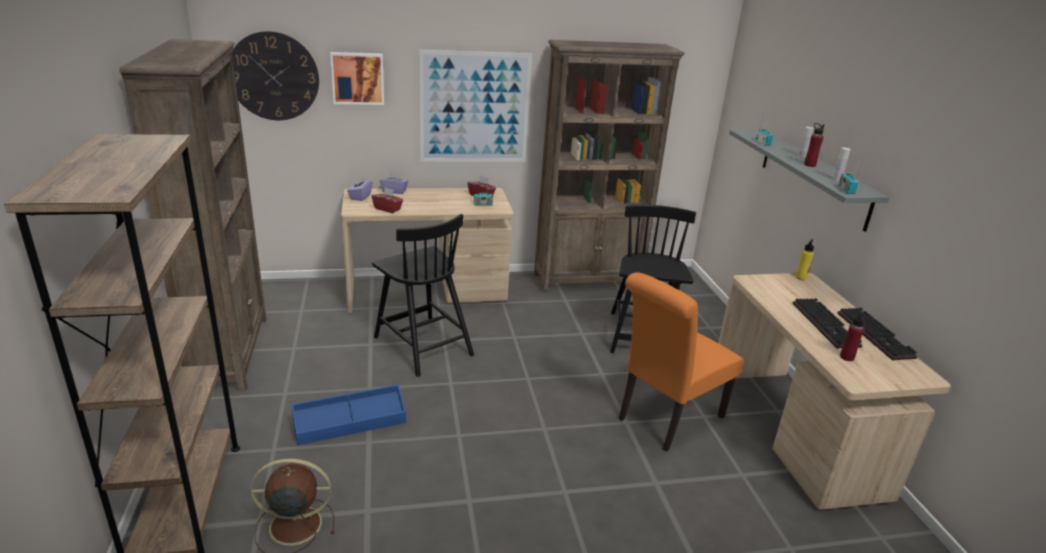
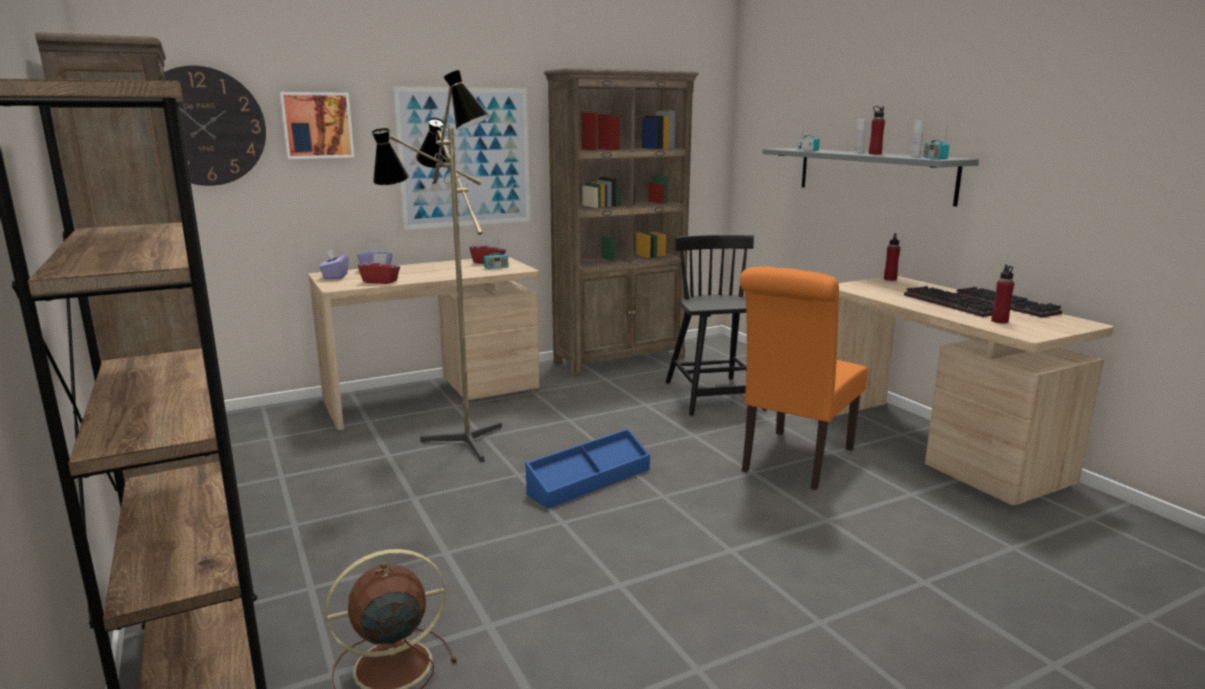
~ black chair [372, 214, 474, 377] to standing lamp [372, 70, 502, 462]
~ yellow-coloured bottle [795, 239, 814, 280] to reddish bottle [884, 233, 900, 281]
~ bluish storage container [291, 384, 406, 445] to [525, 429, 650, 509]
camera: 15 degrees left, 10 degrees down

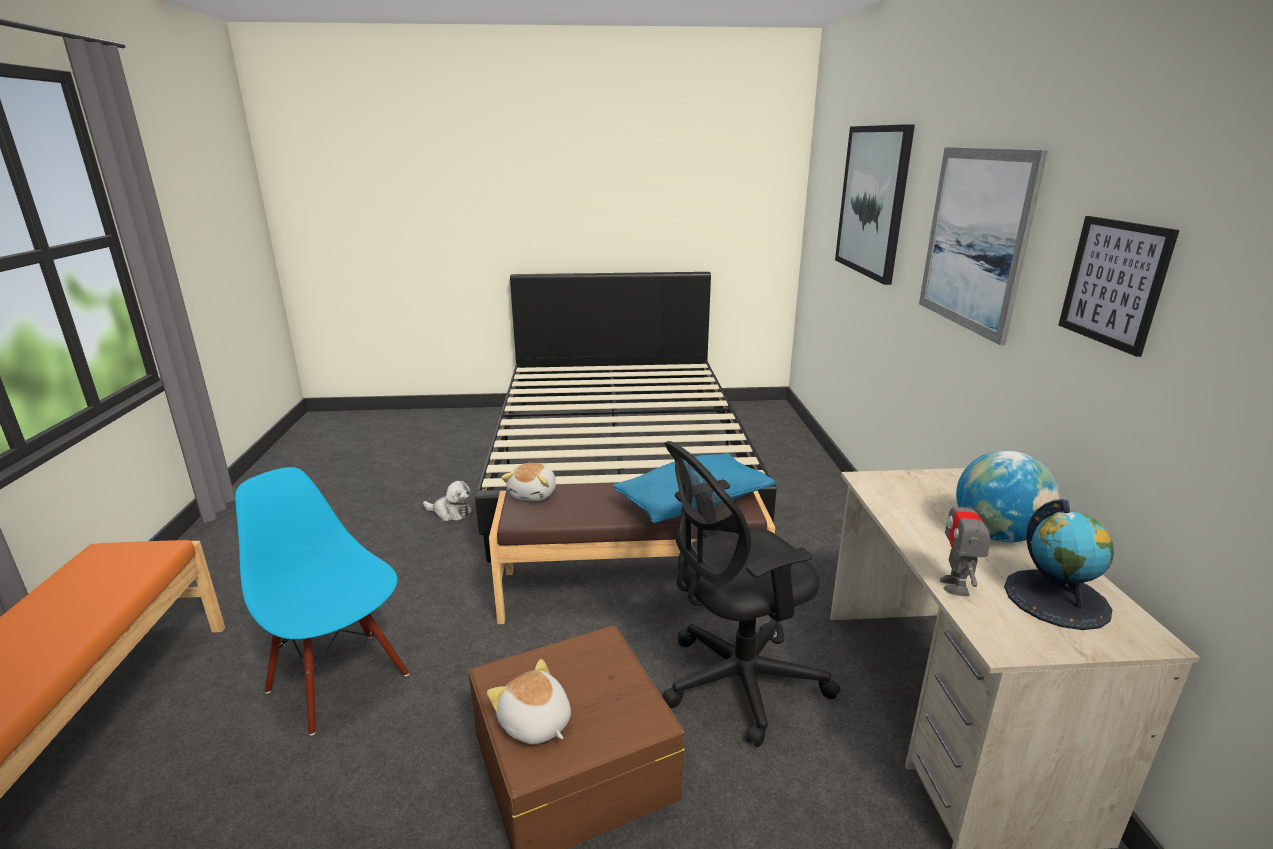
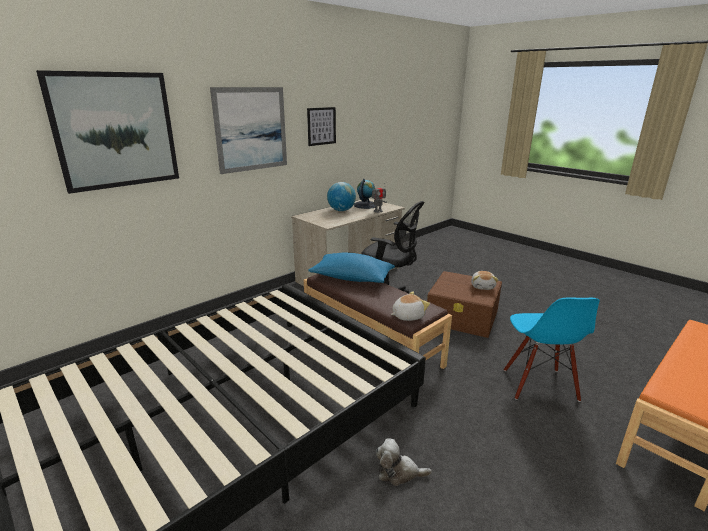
~ soft toy [423, 481, 472, 522] = [376, 438, 432, 486] 60 degrees counterclockwise
camera: 130 degrees left, 0 degrees up

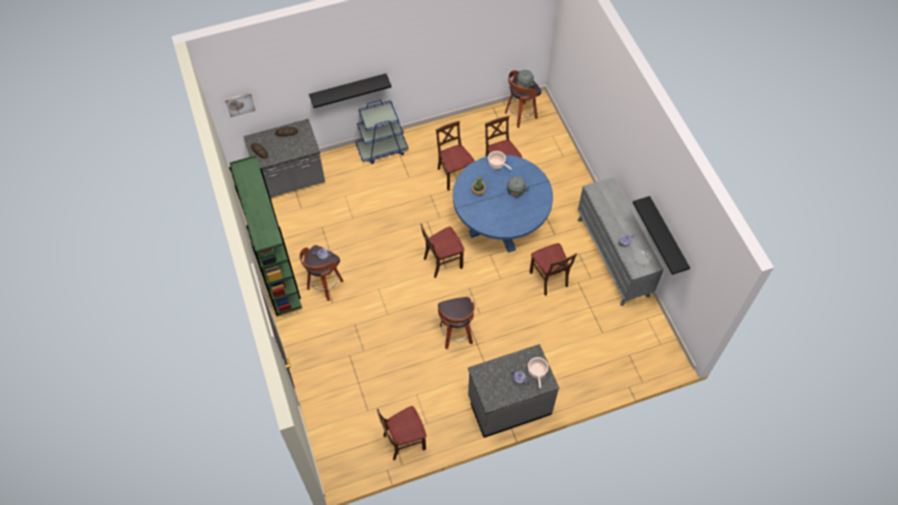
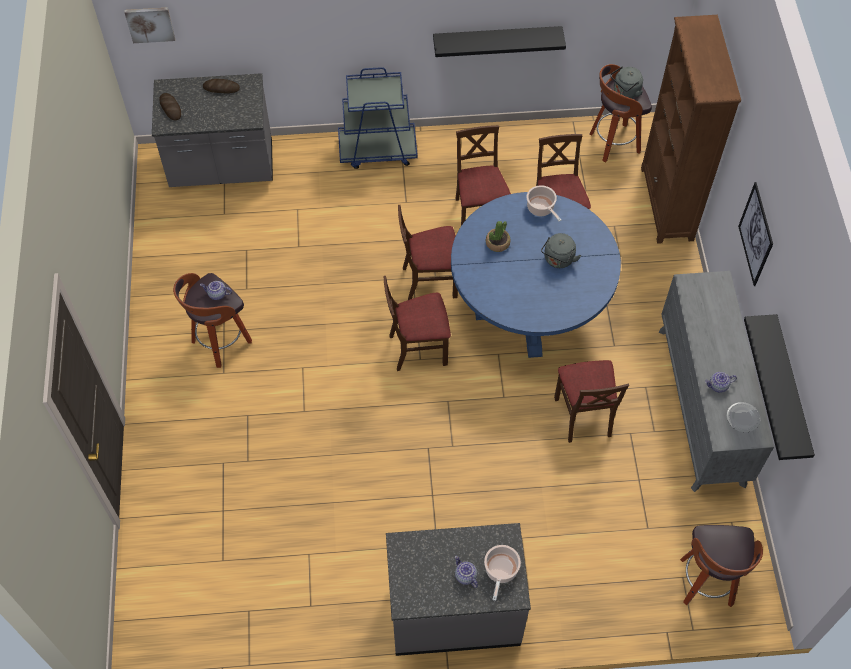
~ black shelf [309, 73, 392, 108] to [433, 26, 566, 57]
- greenish shelving unit [229, 155, 302, 316]
~ sitting stool [438, 297, 475, 349] to [680, 525, 763, 607]
~ brown-coloured chair [377, 406, 427, 460] to [398, 205, 458, 300]
+ brown-coloured shelving unit [641, 15, 741, 244]
+ picture [738, 182, 773, 286]
camera: 15 degrees right, 0 degrees up

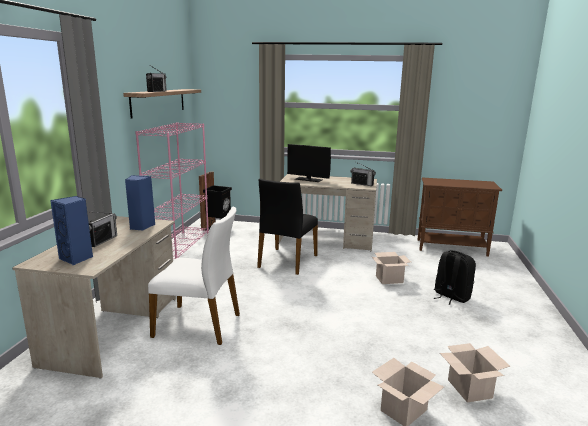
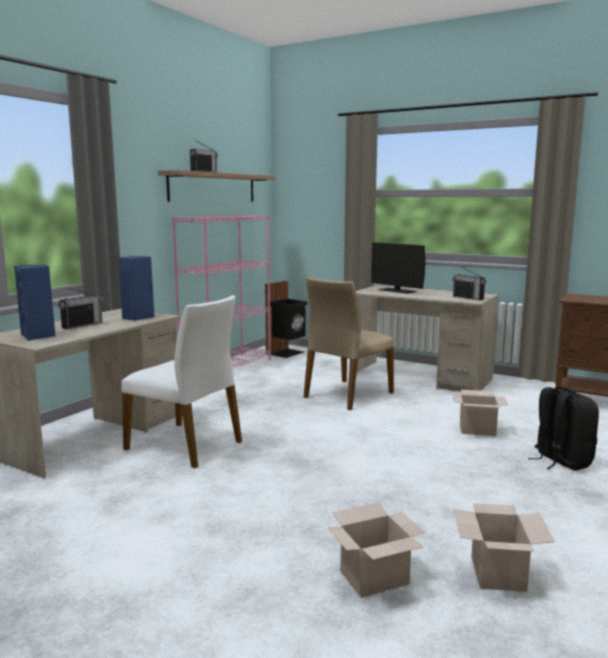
~ black chair [257, 179, 318, 275] to beige-coloured chair [303, 277, 394, 410]
camera: 20 degrees right, 5 degrees down

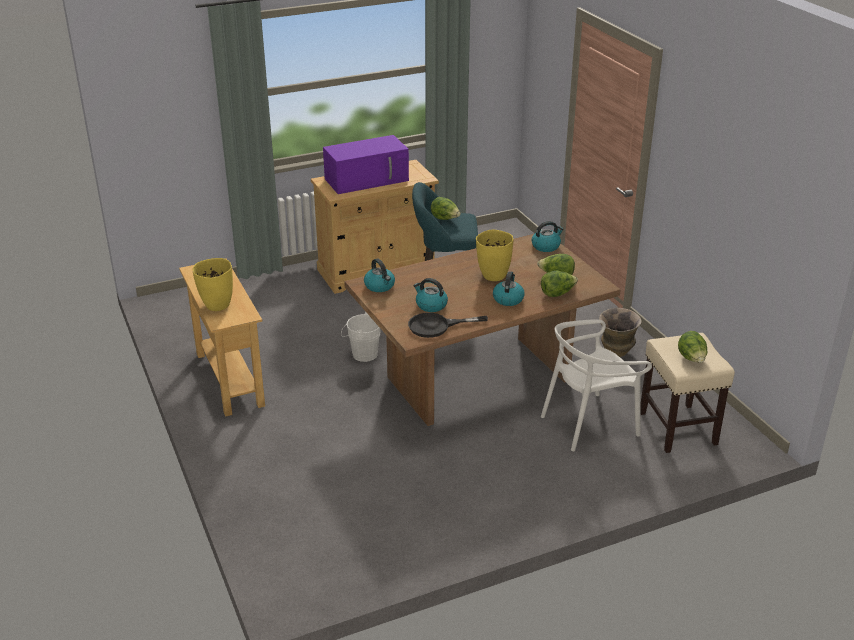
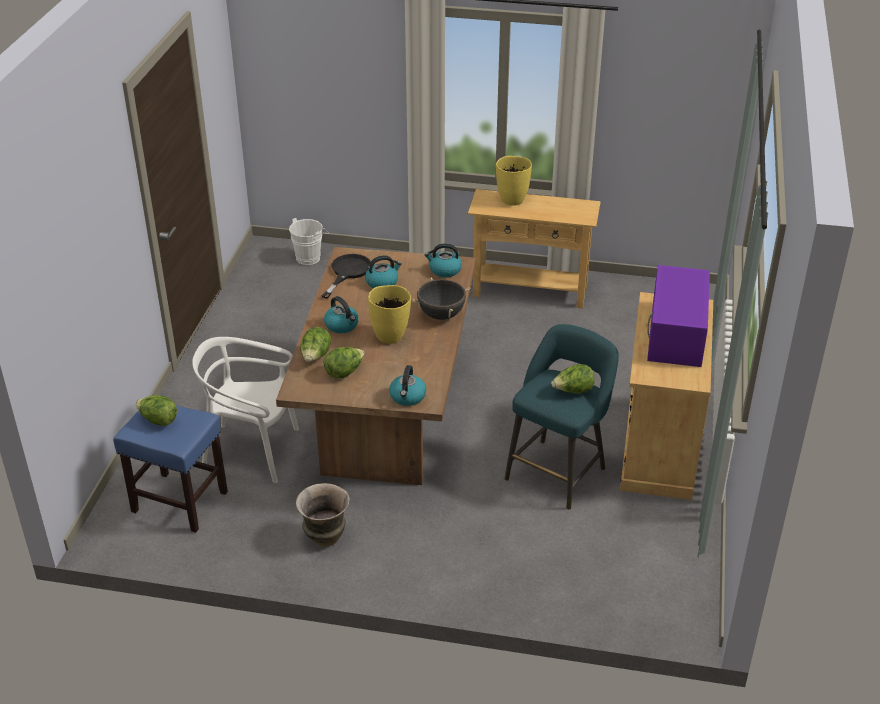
~ white-coloured water bucket [341, 311, 381, 362] to [289, 218, 329, 265]
~ white-coloured chair [541, 319, 652, 451] = [192, 337, 299, 483] 90 degrees counterclockwise
~ beige-coloured sitting stool [640, 333, 735, 453] to bluish sitting stool [113, 405, 228, 533]
+ black cooking pot [413, 278, 470, 320]
camera: 125 degrees right, 5 degrees up

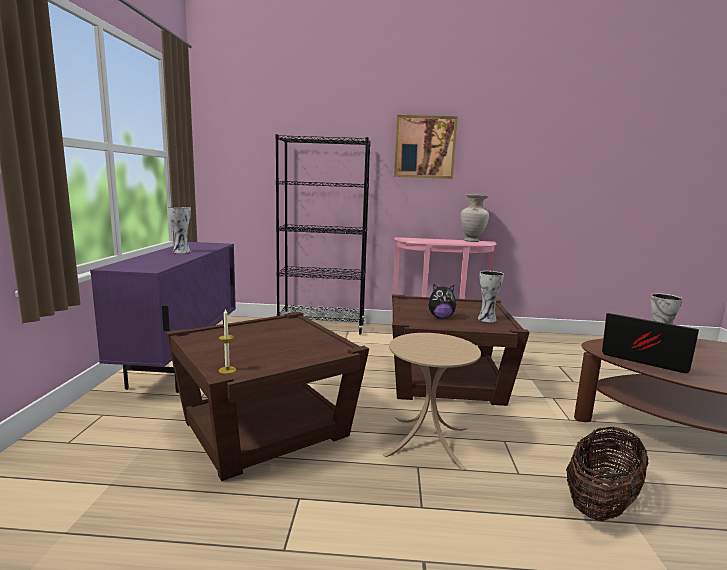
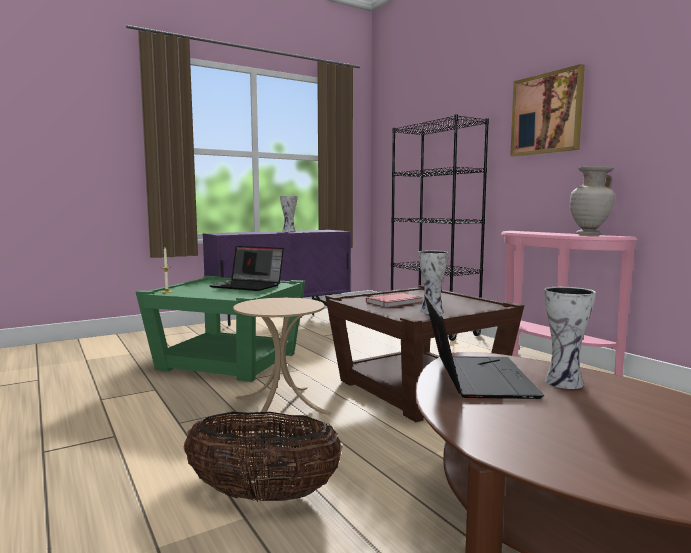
~ soft toy [429, 284, 456, 318] to reddish book [366, 293, 423, 308]
~ brown-coloured side table [166, 312, 369, 481] to greenish side table [135, 276, 305, 382]
+ portable computer [209, 246, 284, 291]
camera: 55 degrees right, 5 degrees down

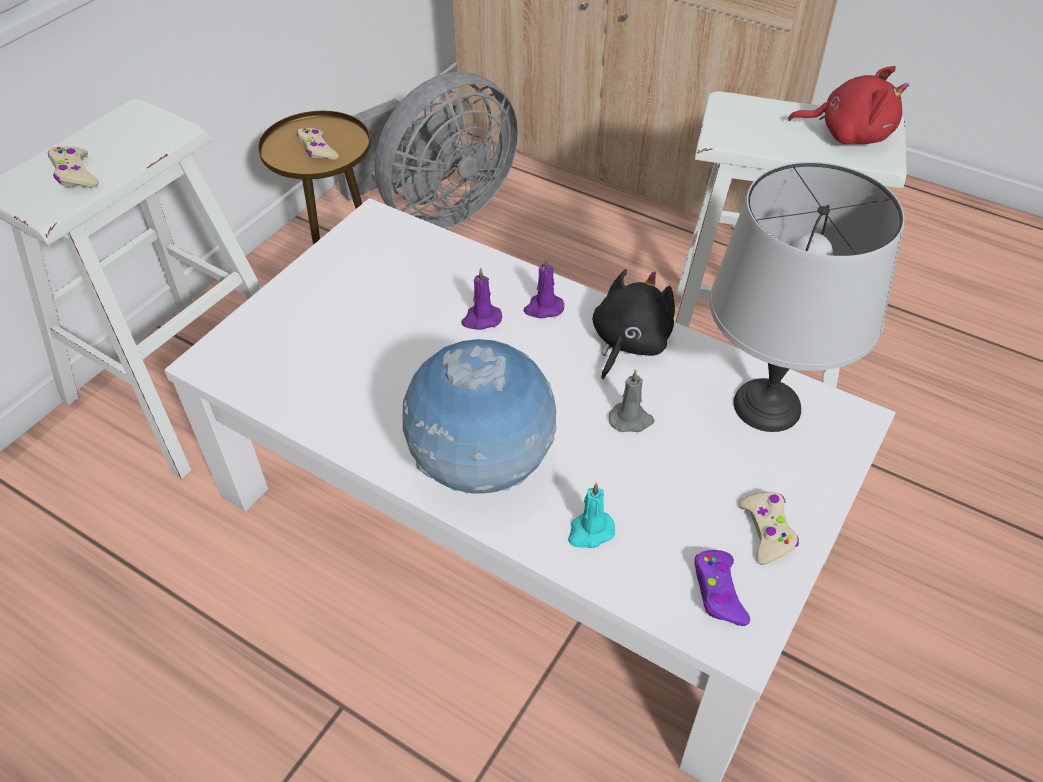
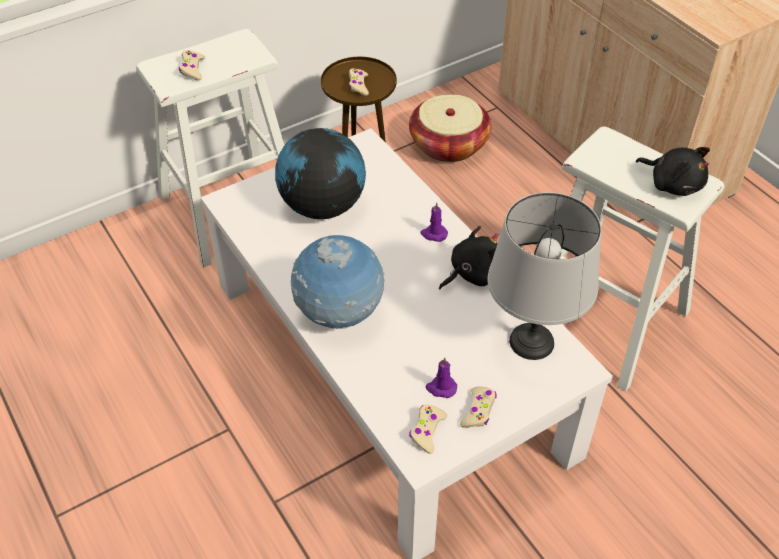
~ reddish soft toy [788, 66, 909, 144] to black soft toy [636, 147, 710, 196]
~ greyish electric fan [338, 72, 519, 229] to household basket [409, 94, 491, 162]
~ purple candle [461, 268, 502, 330] to [425, 357, 457, 398]
- greyish candle [609, 370, 655, 432]
- blue-green candle [568, 483, 615, 548]
~ purple game controller [694, 550, 750, 626] to beige-coloured game controller [409, 404, 447, 454]
+ globe [275, 128, 366, 219]
camera: 25 degrees right, 0 degrees up

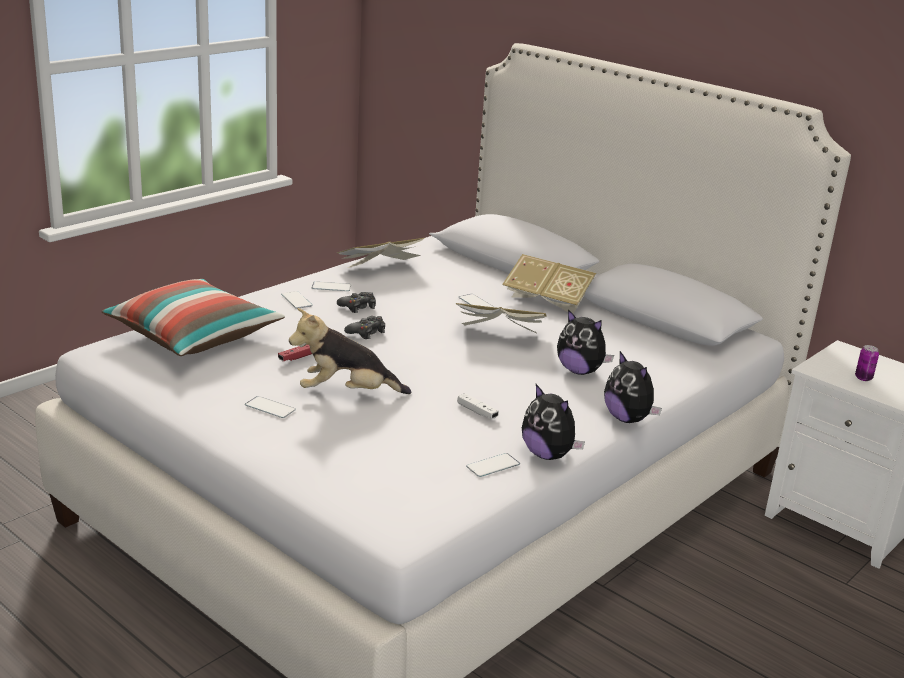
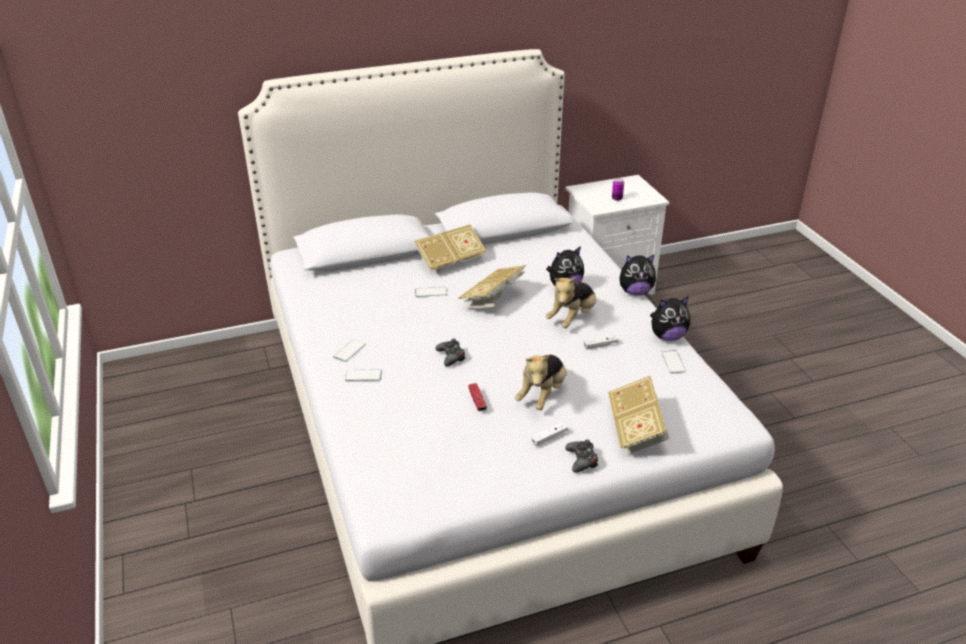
~ book [337, 238, 424, 268] to [608, 376, 670, 454]
- pillow [101, 279, 285, 356]
~ black game controller [337, 292, 376, 313] to [565, 439, 598, 473]
~ telephone [245, 396, 296, 418] to white-coloured game controller [531, 422, 568, 446]
+ soft toy [545, 277, 596, 328]
camera: 60 degrees left, 10 degrees up

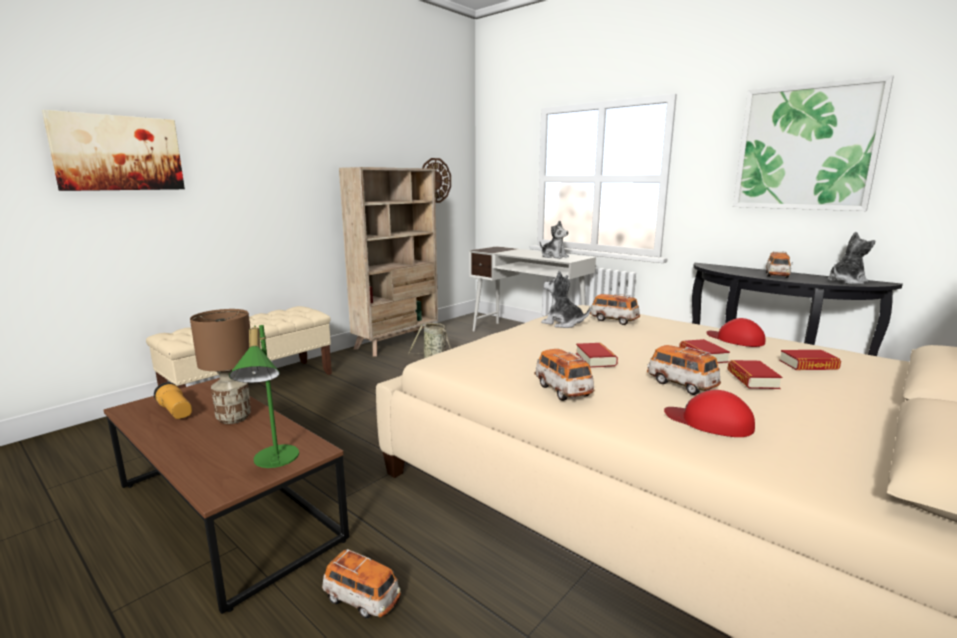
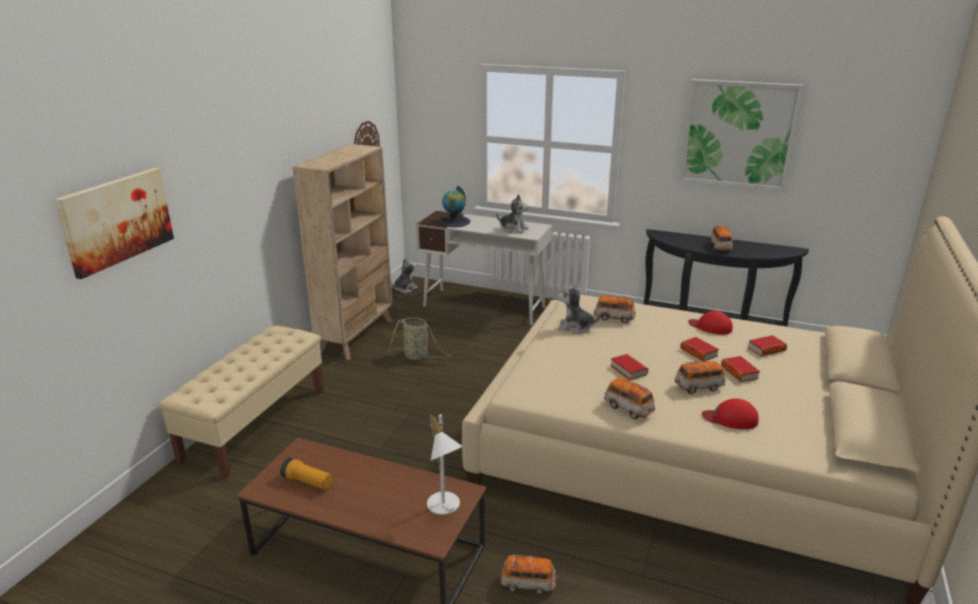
~ soft toy [828, 232, 876, 284] to [391, 258, 418, 293]
- brown-coloured table lamp [190, 309, 251, 424]
~ greenish table lamp [229, 325, 299, 468] to white-coloured table lamp [427, 414, 463, 515]
~ model car [647, 345, 721, 395] = [675, 361, 726, 394] 135 degrees clockwise
+ globe [438, 186, 470, 227]
camera: 20 degrees left, 10 degrees up

